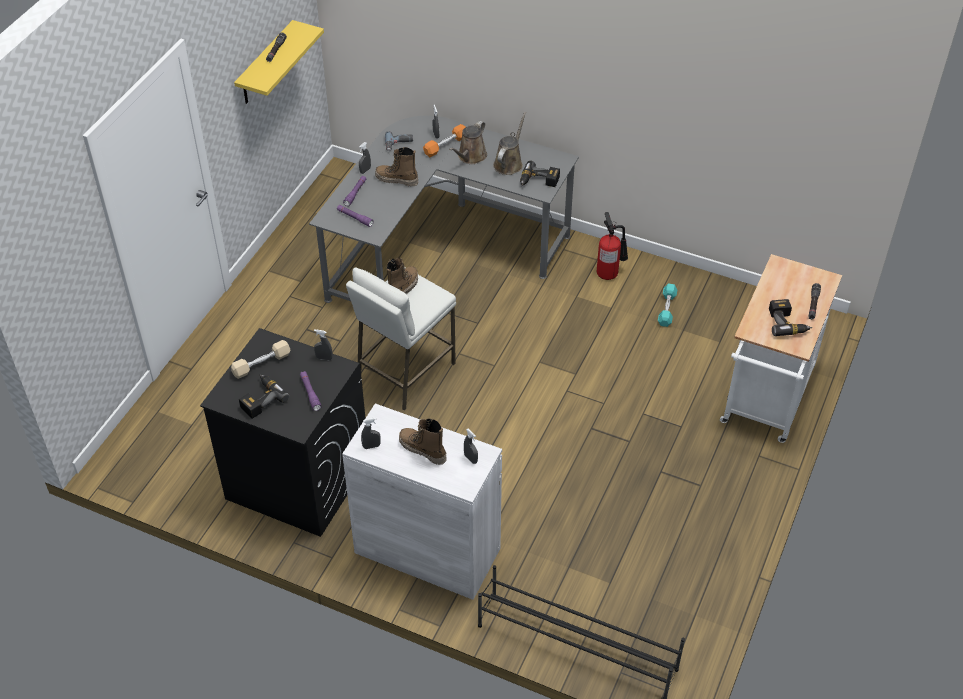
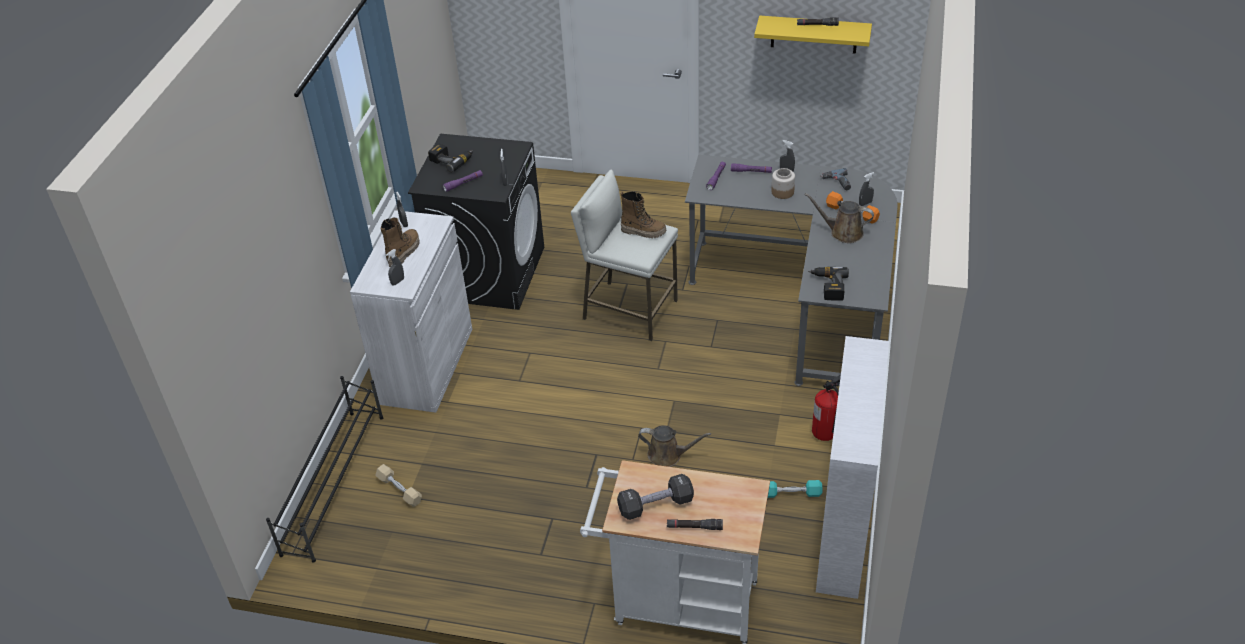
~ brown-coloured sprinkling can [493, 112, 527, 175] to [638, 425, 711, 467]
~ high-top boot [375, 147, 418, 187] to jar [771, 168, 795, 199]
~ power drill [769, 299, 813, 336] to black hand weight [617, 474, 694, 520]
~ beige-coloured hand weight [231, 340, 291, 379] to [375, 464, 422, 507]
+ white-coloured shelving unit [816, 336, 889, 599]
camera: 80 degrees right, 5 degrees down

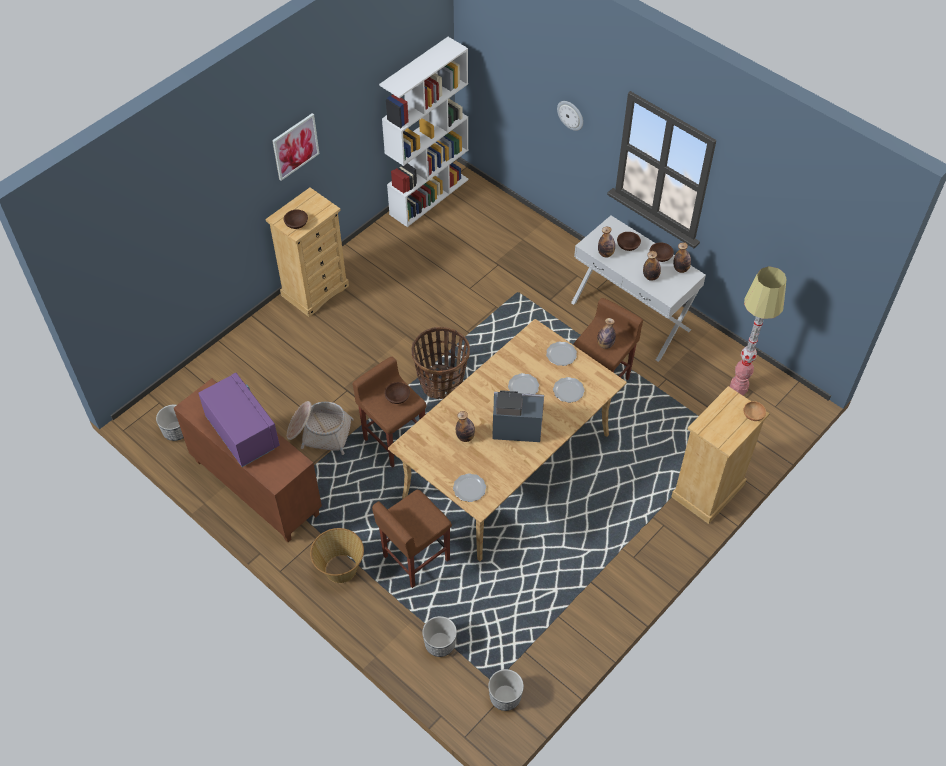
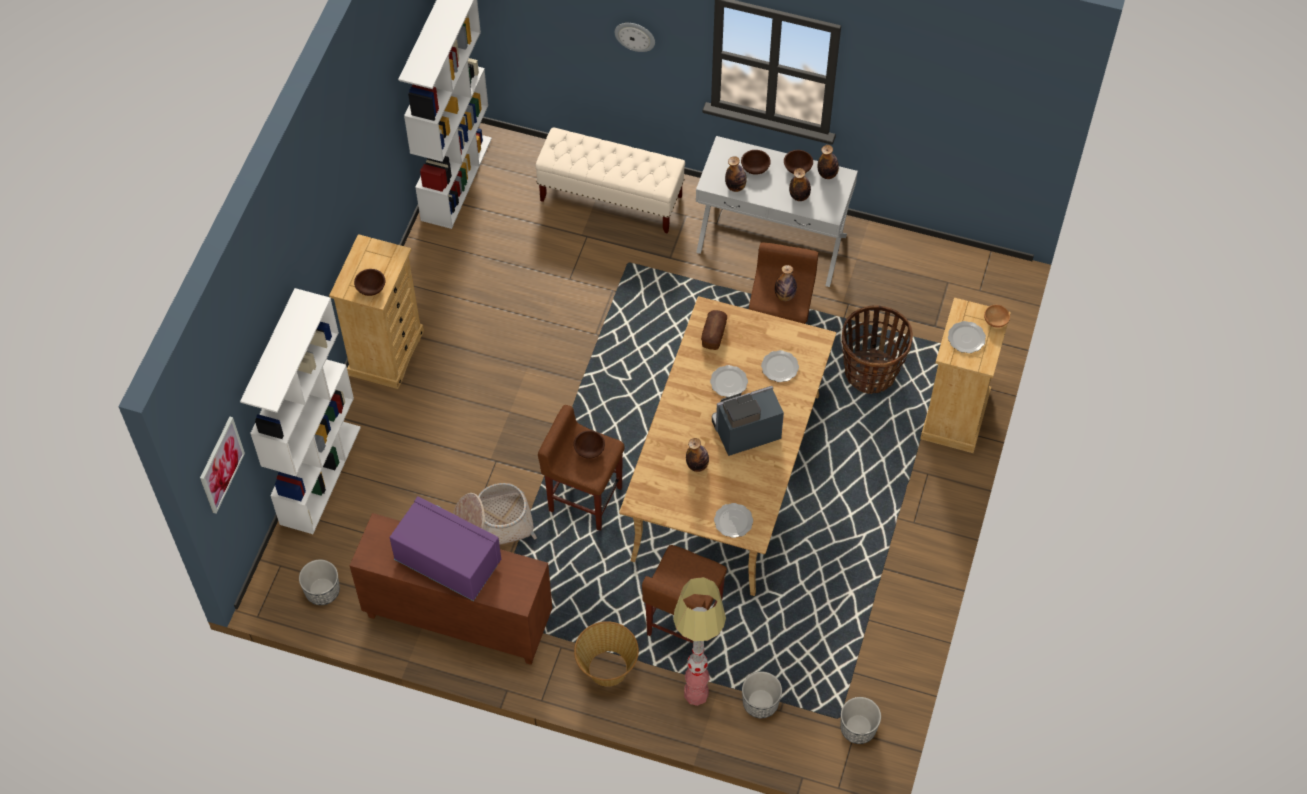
~ picture [272, 113, 319, 181] to [200, 417, 245, 514]
~ standing lamp [730, 266, 787, 395] to [673, 577, 726, 706]
~ household basket [412, 327, 470, 399] to [841, 305, 913, 394]
~ dinner plate [546, 342, 577, 366] to [948, 321, 986, 353]
+ beige-coloured indoor bench [535, 127, 685, 234]
+ white-coloured shelving unit [240, 288, 361, 534]
+ baked bread [701, 310, 727, 350]
camera: 25 degrees left, 5 degrees up

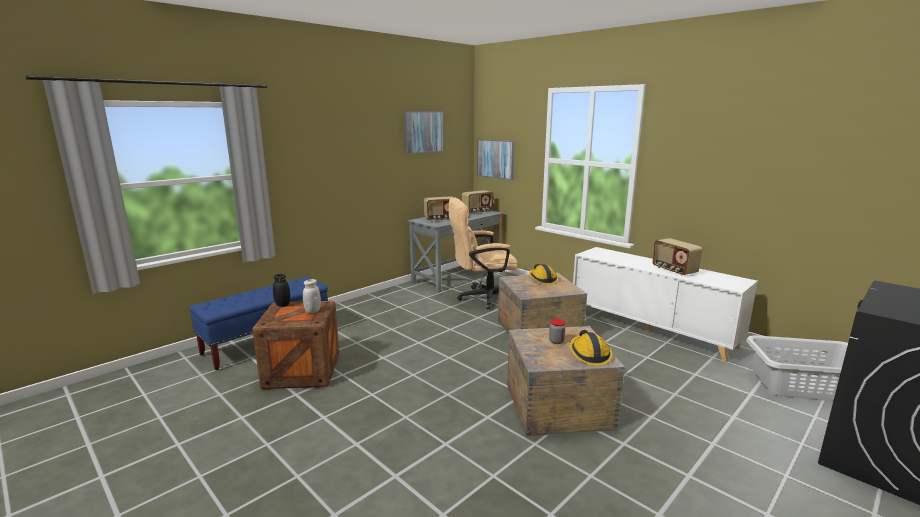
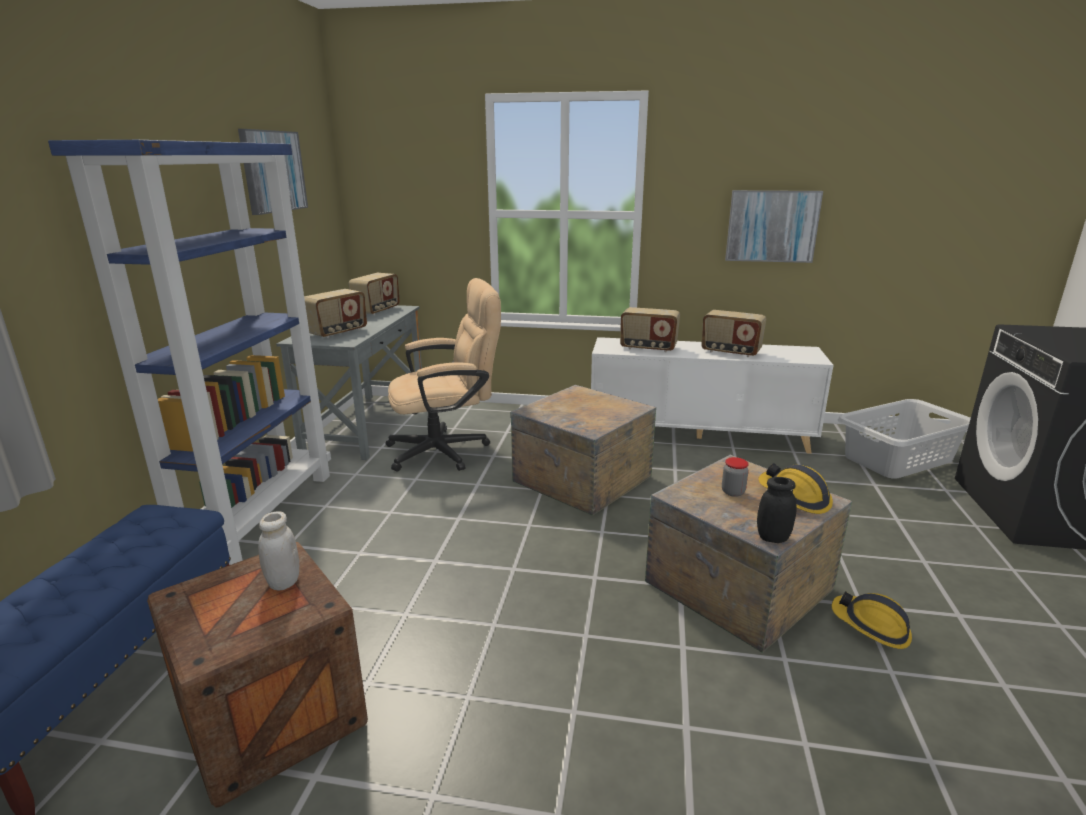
~ picture [477, 139, 515, 180] to [725, 190, 823, 263]
~ beige-coloured desk chair [448, 197, 518, 309] = [385, 278, 501, 472] 150 degrees counterclockwise
~ safety helmet [529, 264, 558, 285] to [832, 591, 912, 649]
~ black jar [273, 274, 290, 307] to [757, 477, 797, 543]
+ bluish shelving unit [48, 140, 331, 565]
+ radio receiver [620, 307, 680, 352]
camera: 35 degrees left, 5 degrees up

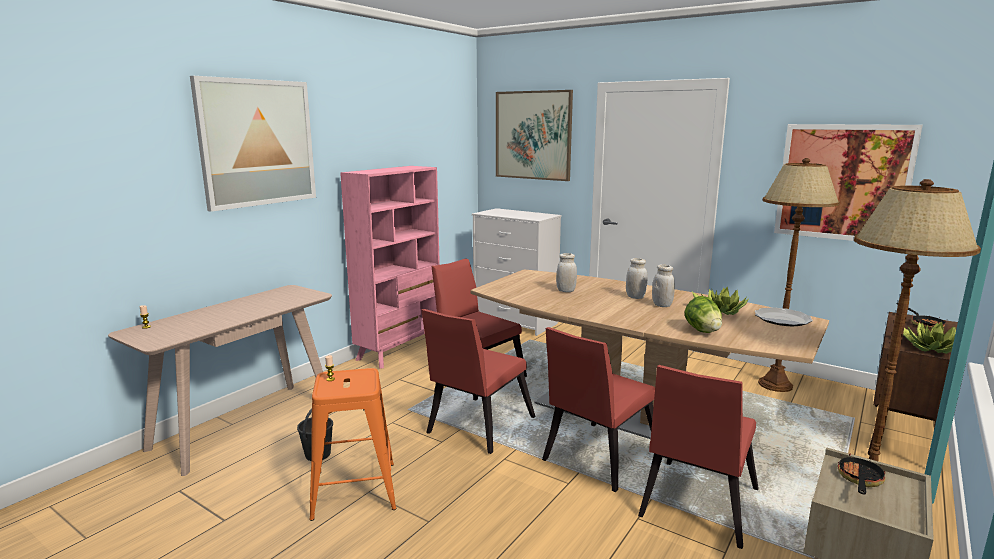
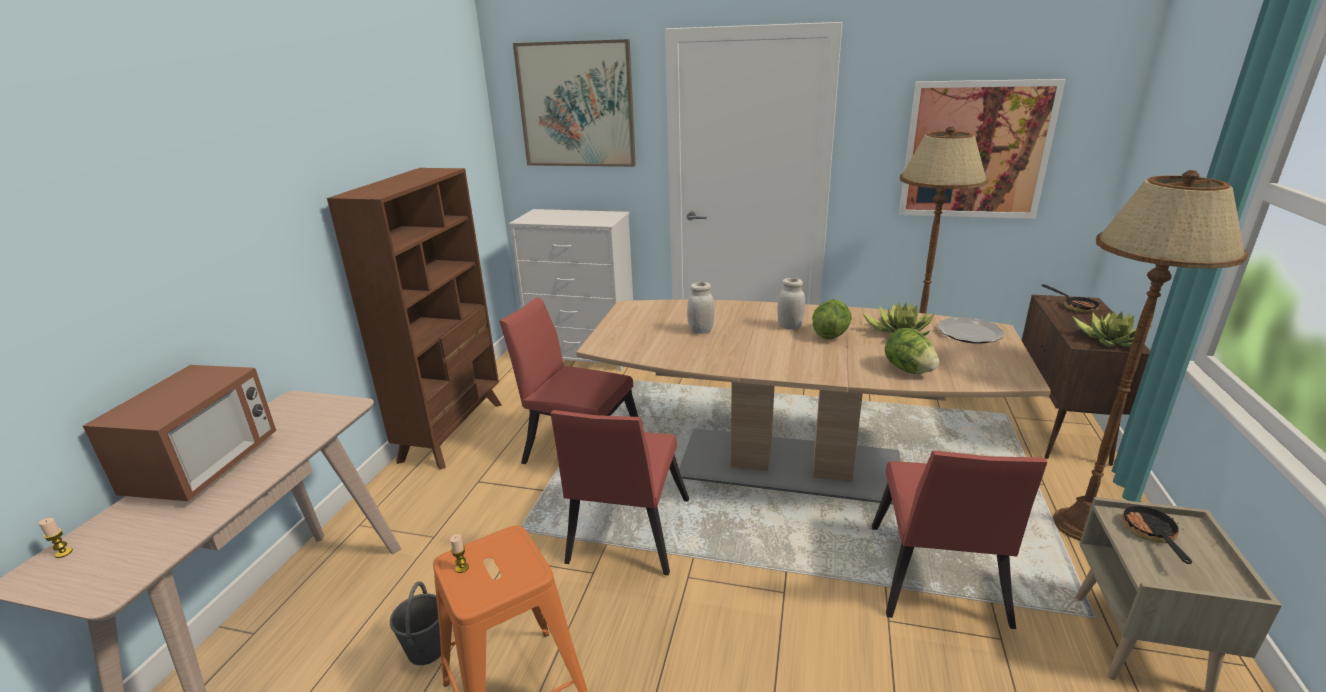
- picture [190, 76, 316, 212]
~ pink shelving unit [340, 166, 440, 369] to brown-coloured shelving unit [327, 168, 502, 470]
~ white-coloured jar [652, 264, 675, 307] to lettuce [812, 299, 852, 340]
- reddish chair [542, 327, 655, 492]
+ microwave [83, 365, 276, 501]
camera: 20 degrees left, 10 degrees up

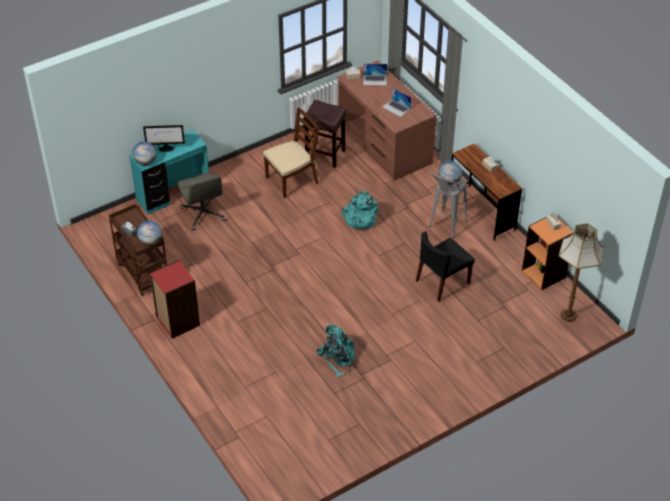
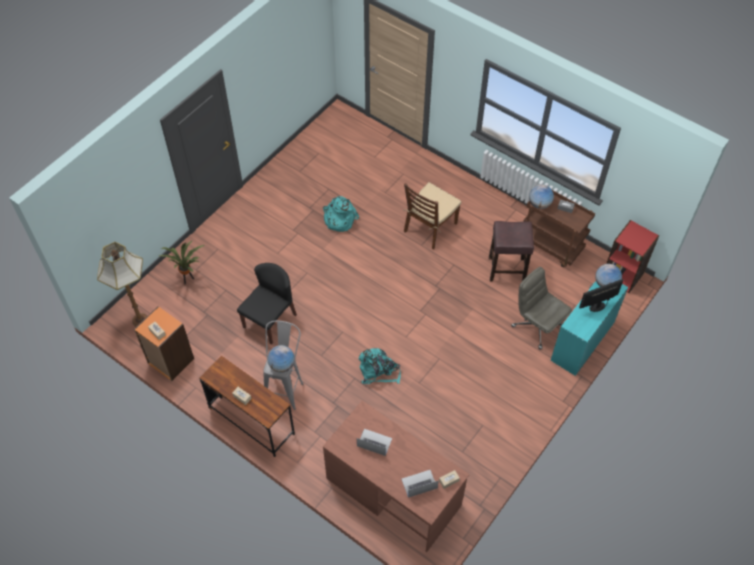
~ brown-coloured sitting stool [303, 100, 346, 167] to [489, 221, 534, 282]
~ brown-coloured chair [263, 107, 319, 198] to [403, 182, 461, 249]
~ reddish shelving unit [150, 260, 200, 339] to [606, 220, 659, 293]
+ houseplant [159, 240, 204, 285]
camera: 160 degrees right, 10 degrees up

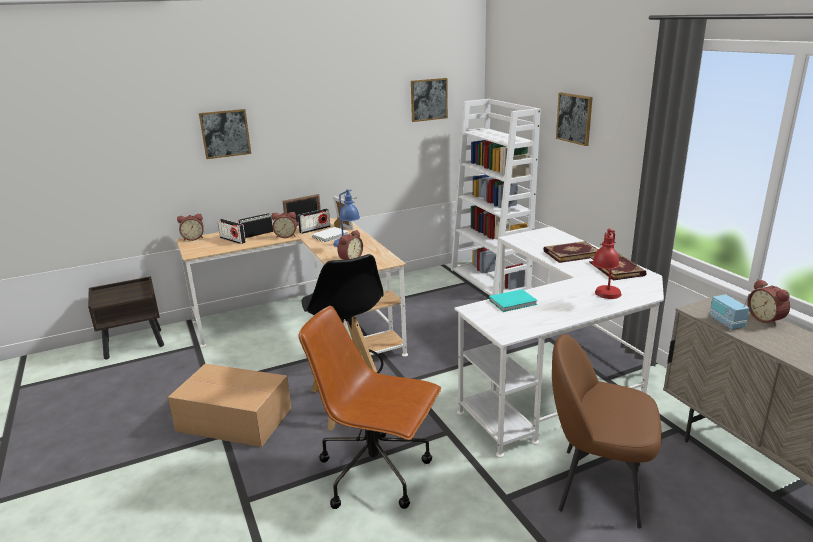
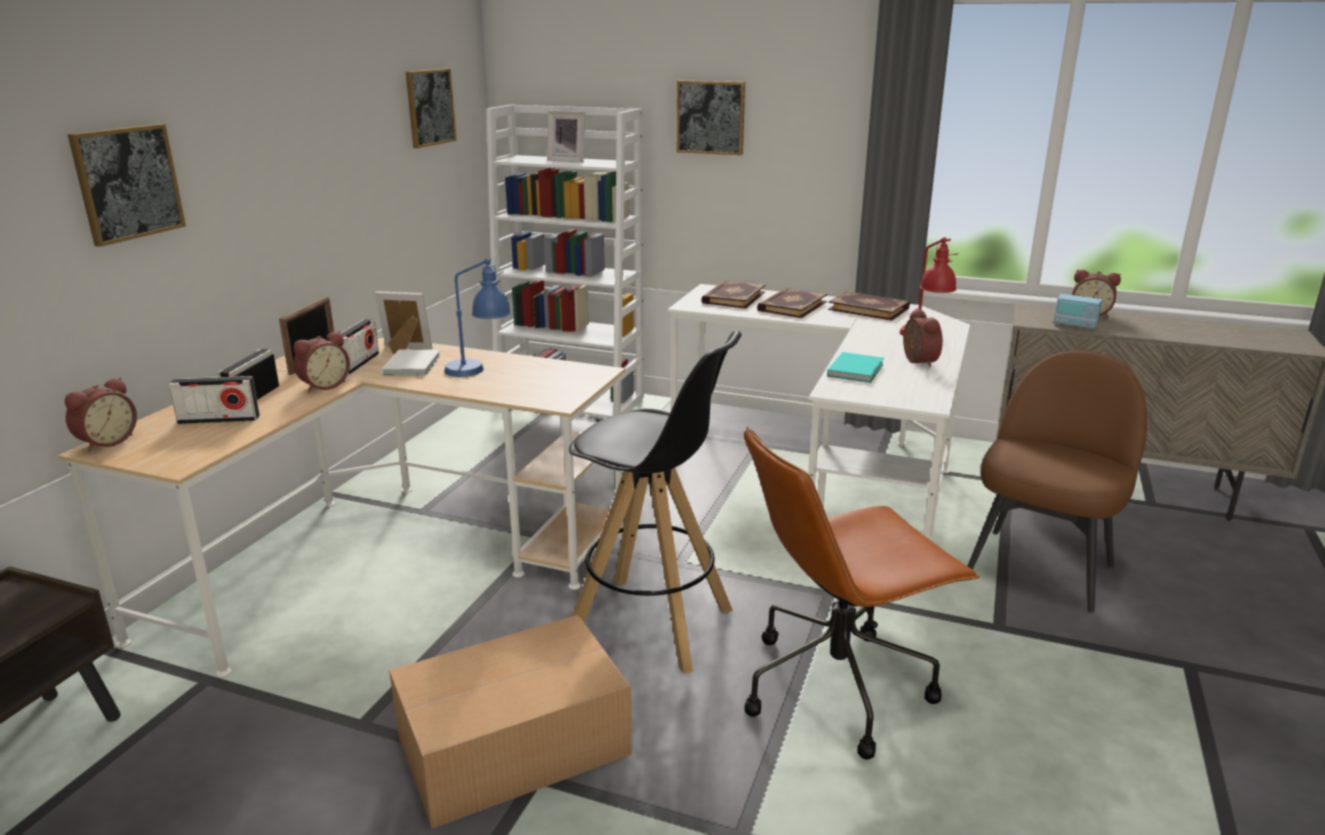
~ table clock [337, 230, 363, 260] to [903, 308, 943, 368]
~ brown-coloured chair [552, 334, 662, 528] = [968, 350, 1147, 612] 150 degrees clockwise
+ standing frame [547, 110, 585, 162]
+ book [701, 281, 766, 309]
camera: 45 degrees left, 0 degrees up

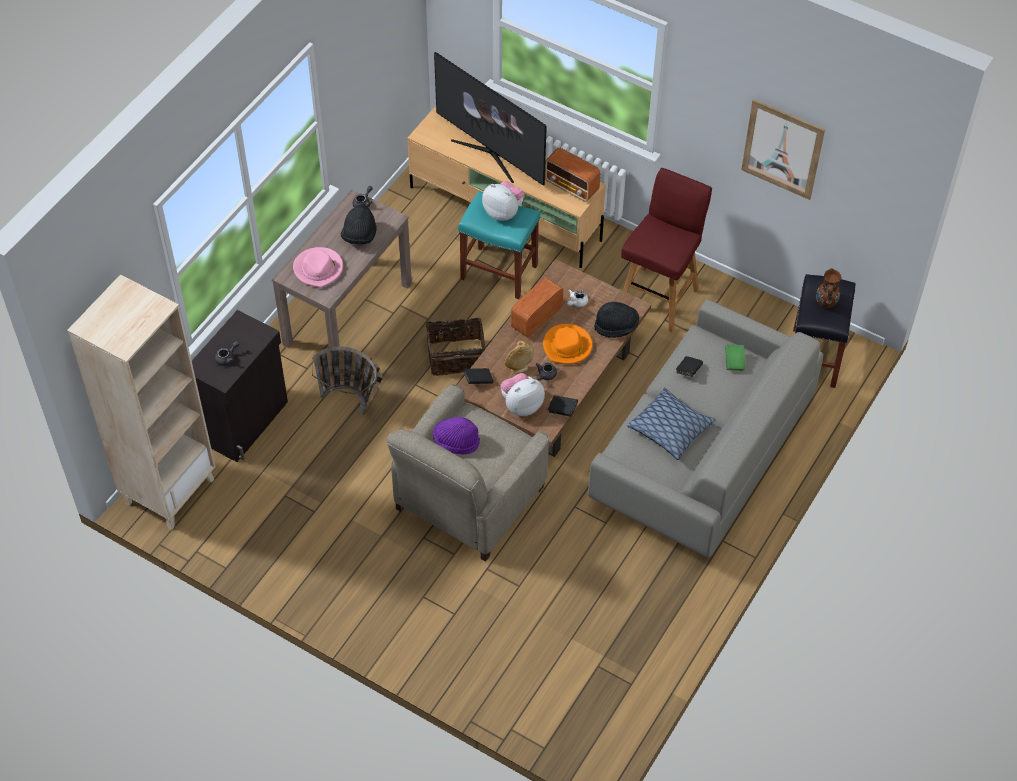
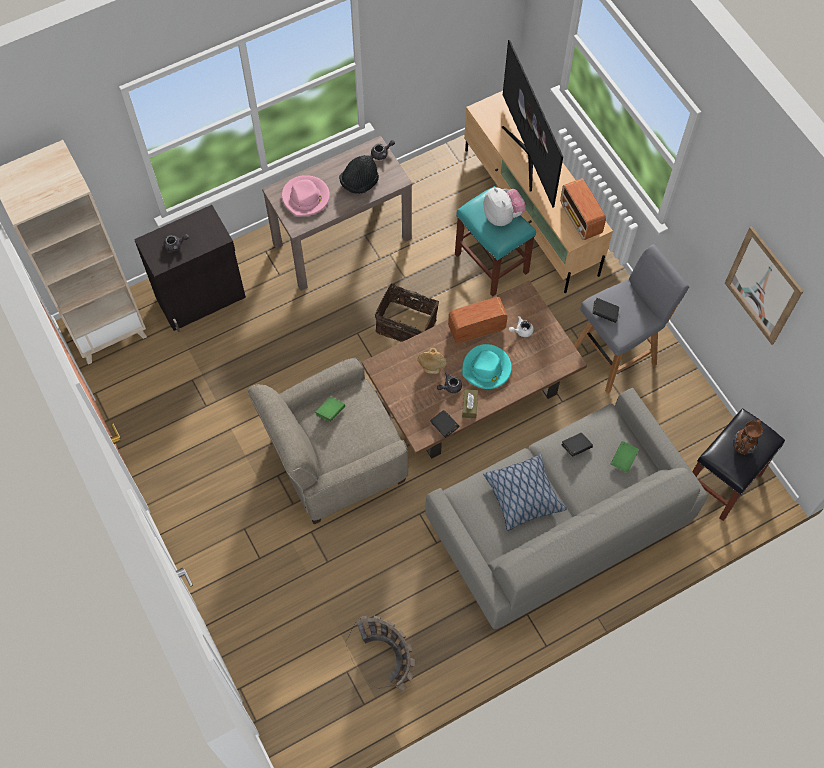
~ reddish sitting stool [621, 168, 712, 333] to greyish sitting stool [574, 245, 689, 394]
- black hat [594, 302, 639, 338]
~ orange-coloured hat [543, 324, 593, 364] to blue-green hat [462, 344, 512, 389]
~ household basket [312, 346, 383, 415] to [345, 616, 415, 692]
~ black book [464, 368, 493, 384] to [592, 298, 619, 323]
- soft toy [500, 373, 545, 416]
~ purple hat [433, 417, 480, 454] to greenish book [316, 397, 345, 422]
+ brown-coloured tissue box [462, 389, 478, 418]
camera: 30 degrees right, 10 degrees up

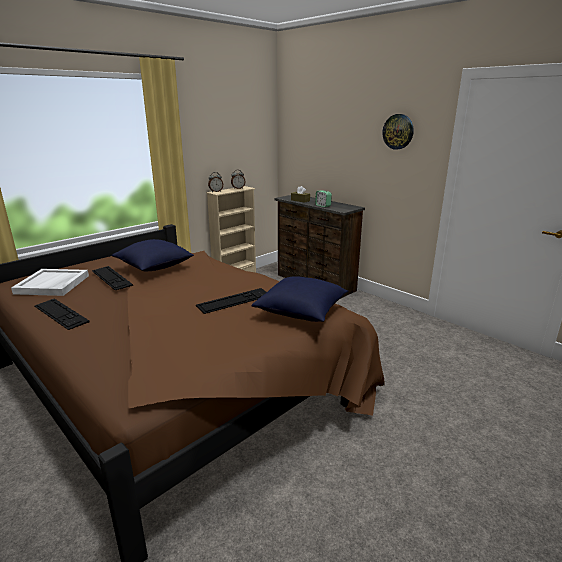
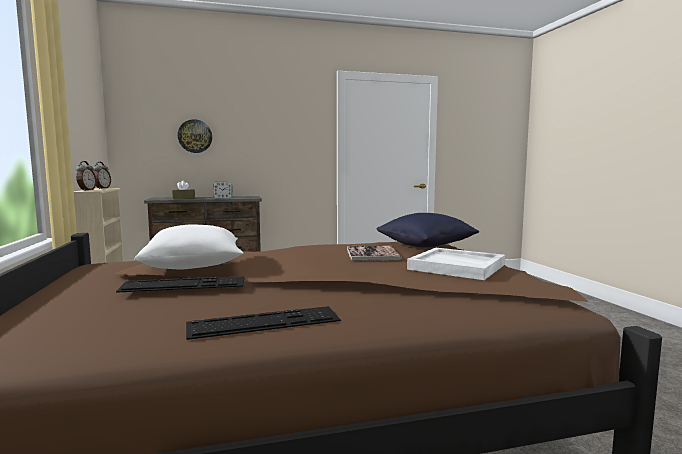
~ clock on the wall [382, 114, 414, 150] to [178, 119, 212, 153]
~ bluish pillow [112, 239, 194, 271] to white-coloured pillow [134, 225, 243, 269]
~ white-coloured tray [11, 269, 89, 296] to [407, 248, 505, 280]
~ keyboard [196, 288, 267, 314] to book [347, 245, 402, 261]
camera: 60 degrees left, 15 degrees down

